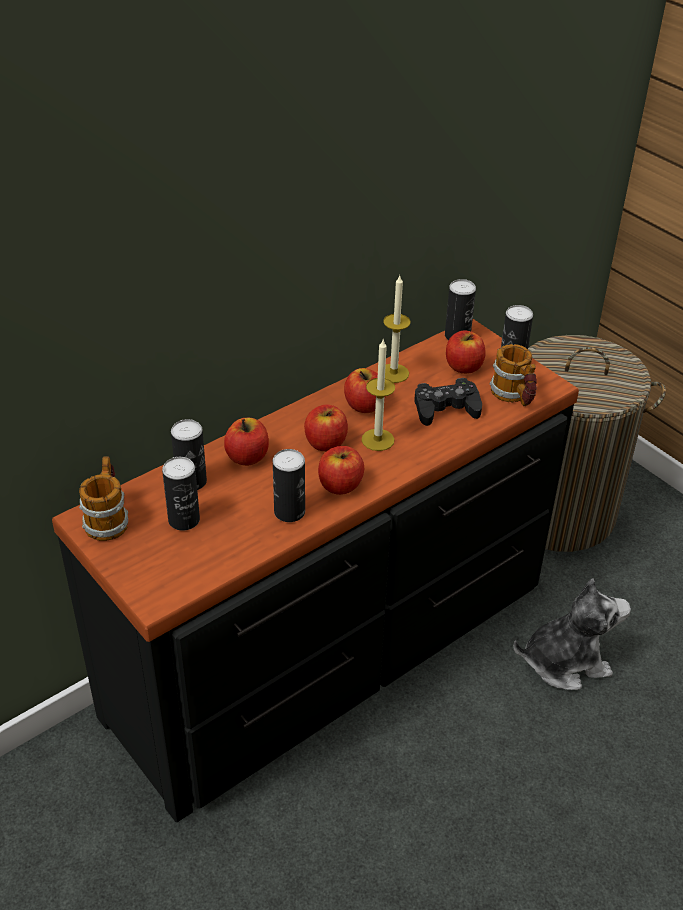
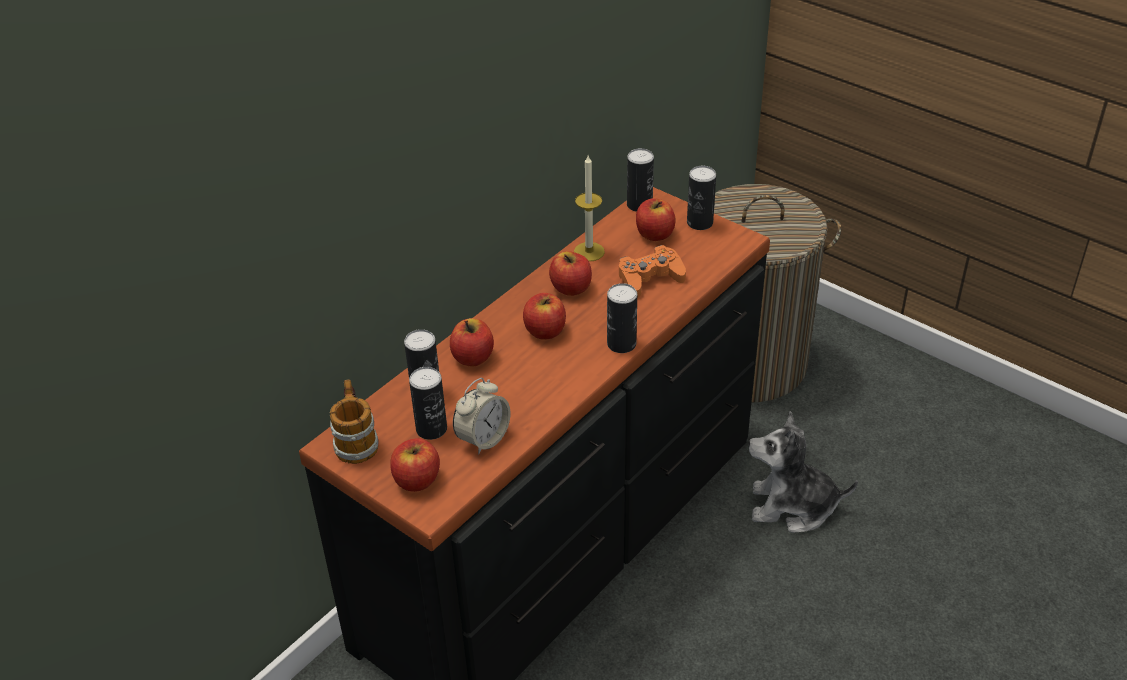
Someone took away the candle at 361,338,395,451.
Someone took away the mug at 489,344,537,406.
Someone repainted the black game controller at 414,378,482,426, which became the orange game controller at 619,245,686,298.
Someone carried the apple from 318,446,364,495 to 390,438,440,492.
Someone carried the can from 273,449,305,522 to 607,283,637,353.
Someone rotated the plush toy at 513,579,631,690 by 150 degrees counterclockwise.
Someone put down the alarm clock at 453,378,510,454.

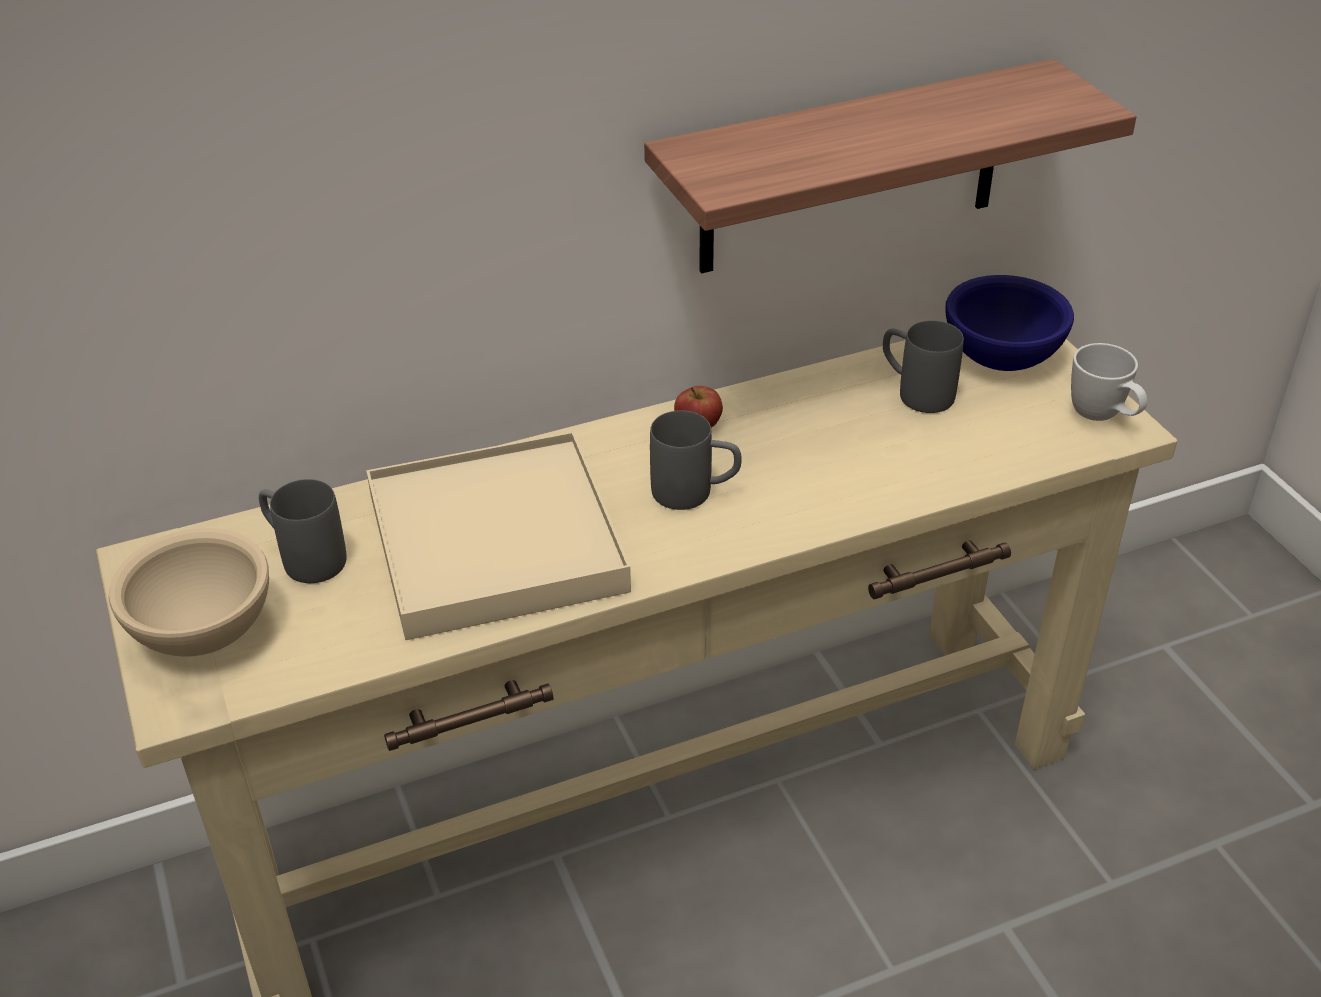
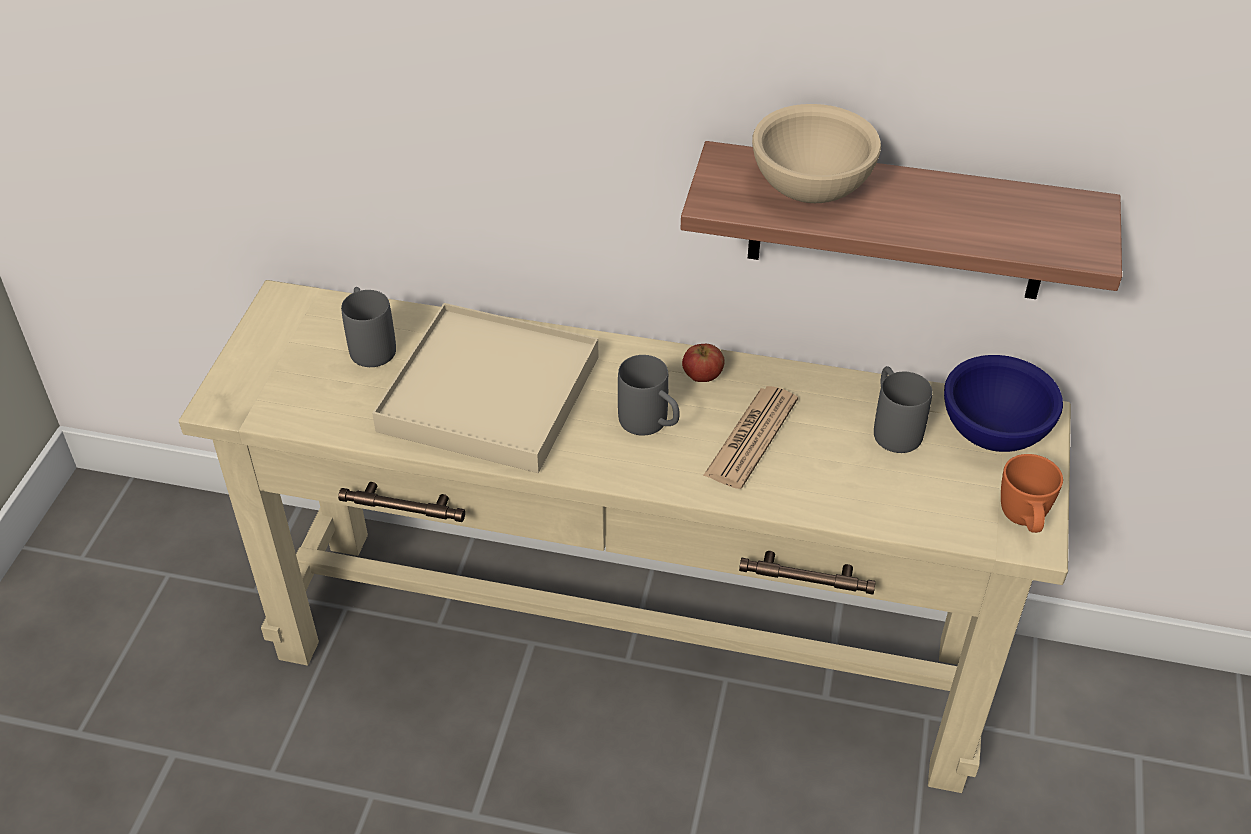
Someone repainted the white mug at 1071,343,1148,421, which became the orange mug at 1001,454,1063,533.
Someone carried the beige bowl from 109,528,269,657 to 752,104,881,203.
Someone put down the newspaper at 703,386,798,489.

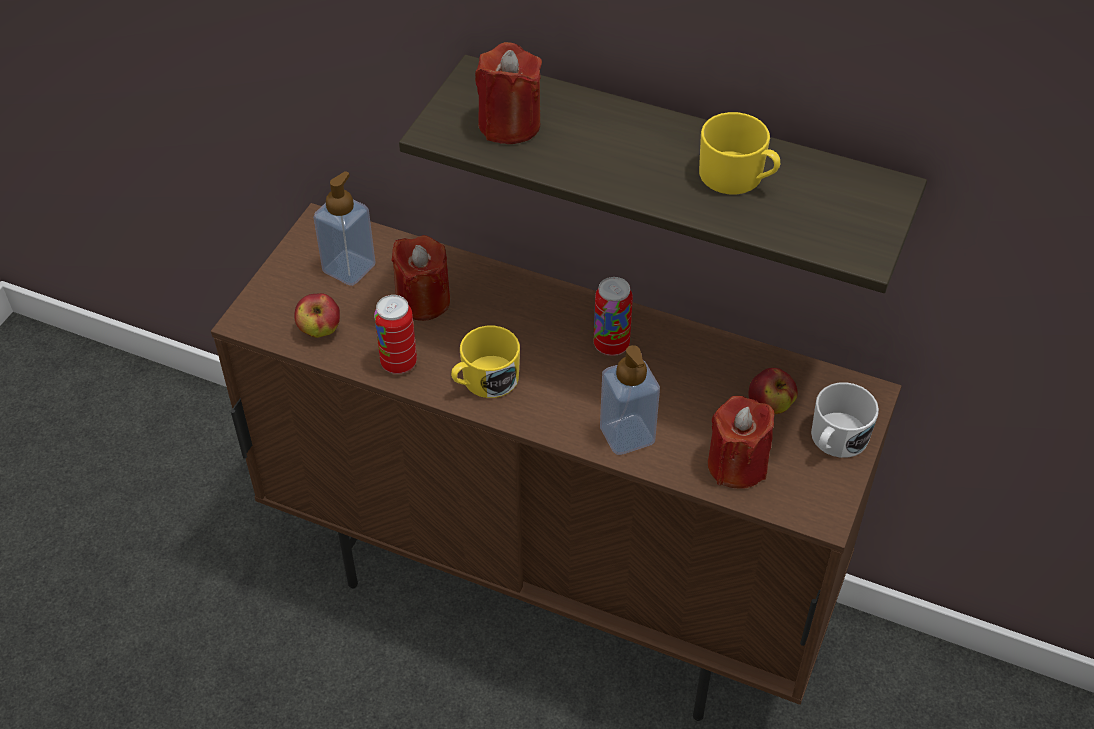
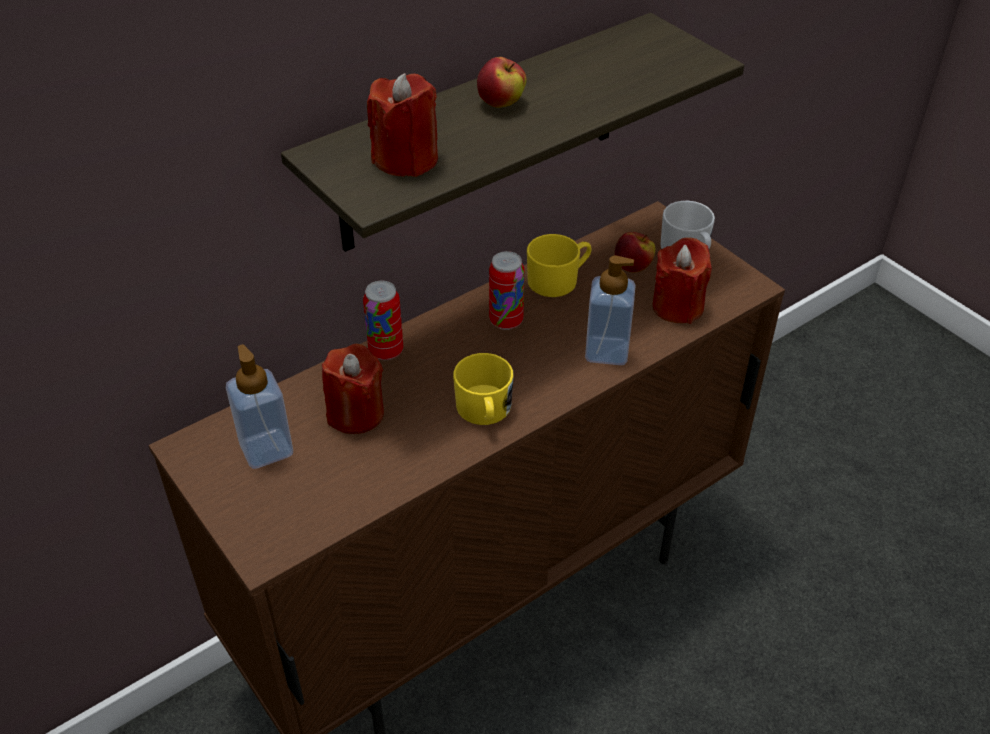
Someone carried the yellow mug from 699,112,780,195 to 527,234,592,297.
Someone carried the apple from 294,293,340,338 to 477,57,527,108.
Someone carried the can from 374,295,417,374 to 363,281,403,360.

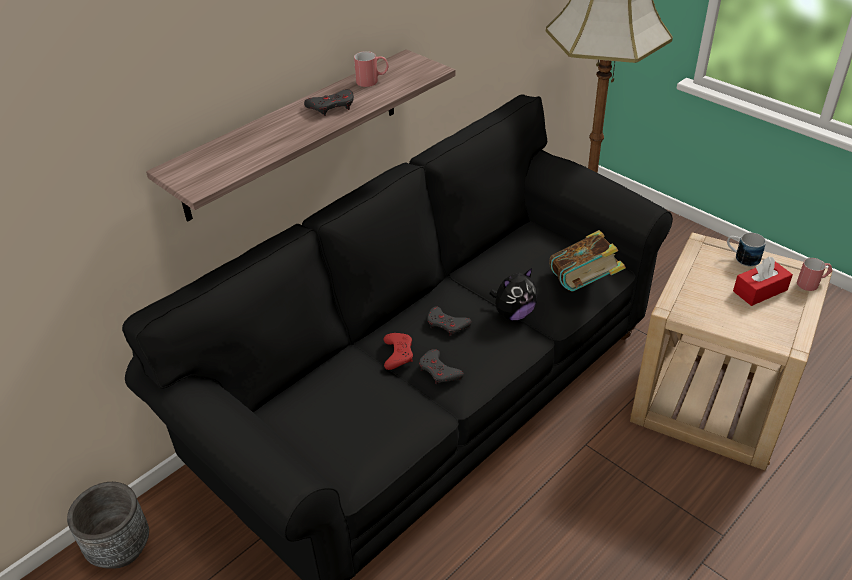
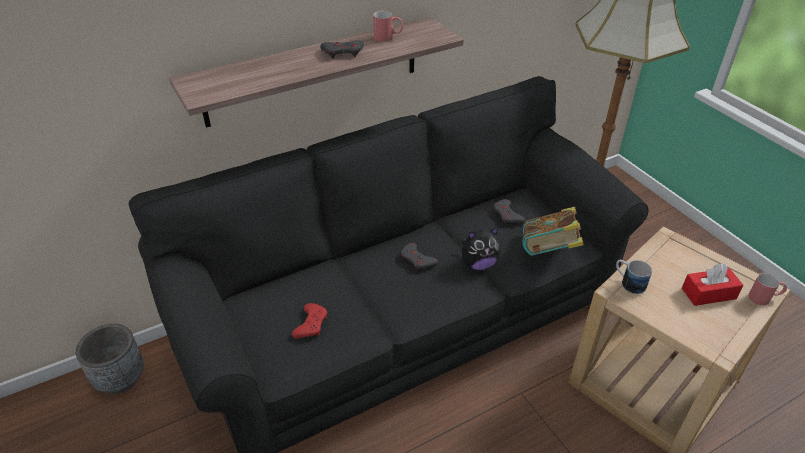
Someone carried the mug from 727,233,766,267 to 616,260,652,294.
Someone carried the red game controller from 384,333,413,370 to 291,303,327,338.
Someone carried the grey game controller from 419,349,464,385 to 493,199,526,224.

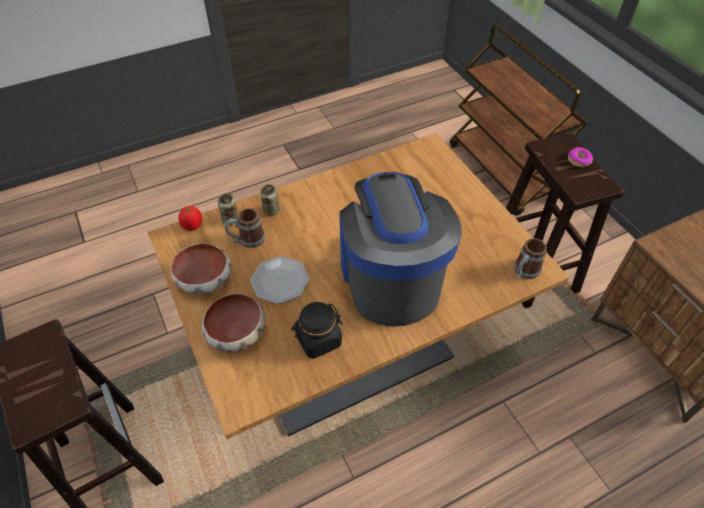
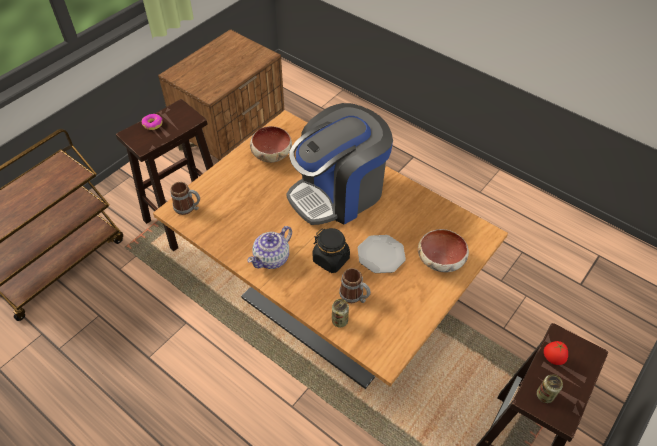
Someone carried the can from 260,185,280,216 to 537,374,563,403.
Someone carried the tomato from 178,206,202,231 to 544,341,568,365.
Someone carried the mug from 514,238,547,279 to 170,182,200,215.
Someone carried the bowl from 170,243,231,294 to 250,126,292,163.
Someone carried the black jar from 291,302,342,359 to 313,228,350,273.
Someone put down the teapot at 247,226,292,269.

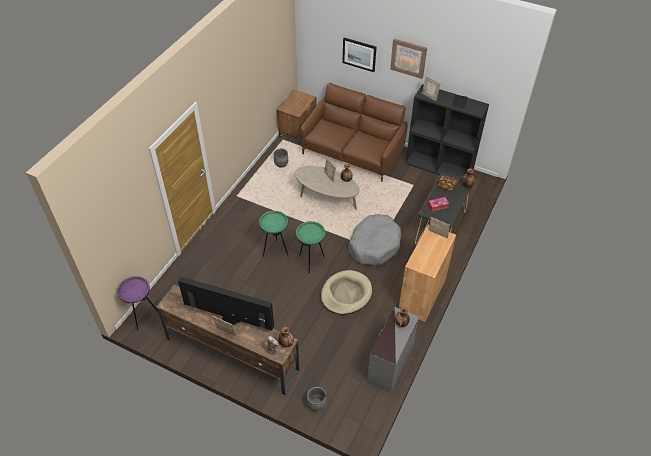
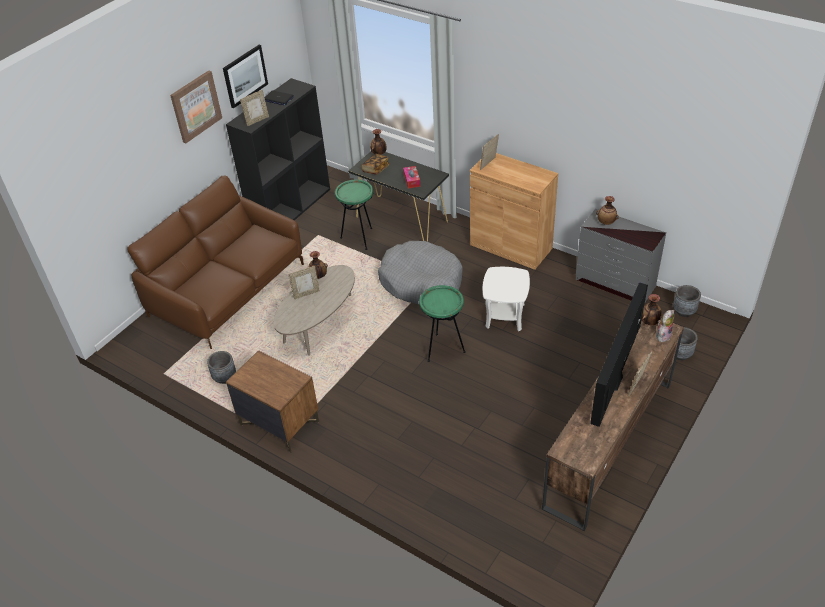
Someone carried the picture from 342,38,377,72 to 223,45,268,108.
Someone carried the brown nightstand from 277,90,317,145 to 226,350,319,453.
Someone carried the green side table from 259,211,289,257 to 335,180,373,250.
Someone swapped the beige dog bed at 321,270,372,315 for the white side table at 483,267,530,331.
Someone took away the purple side table at 117,276,159,331.
Someone put down the grey planter at 673,285,701,317.

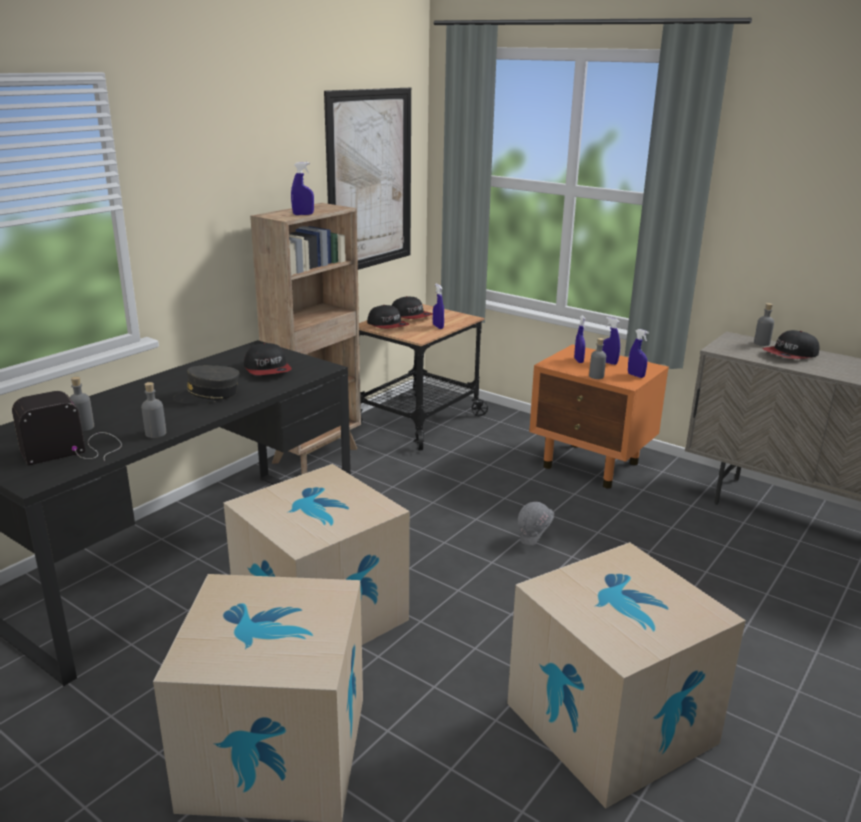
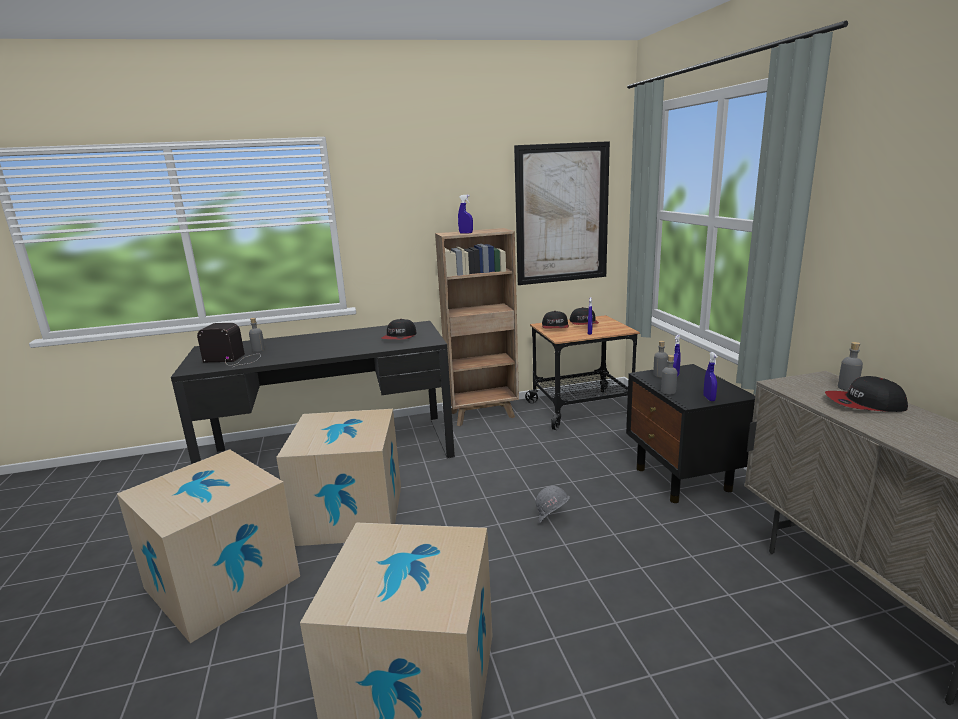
Someone took away the blue spray bottle at 602,317,620,365.
Someone repainted the orange nightstand at 529,344,669,489, which became the black nightstand at 626,364,755,503.
Someone took away the grey cap at 173,366,240,404.
Someone carried the grey bottle from 141,382,166,438 to 653,341,668,377.

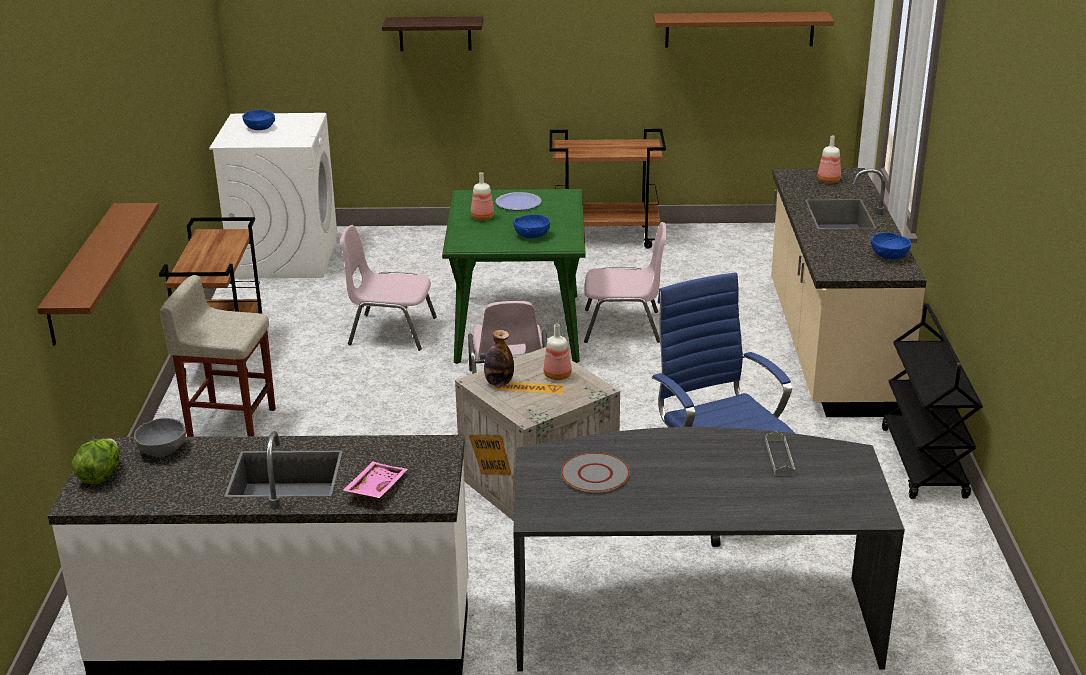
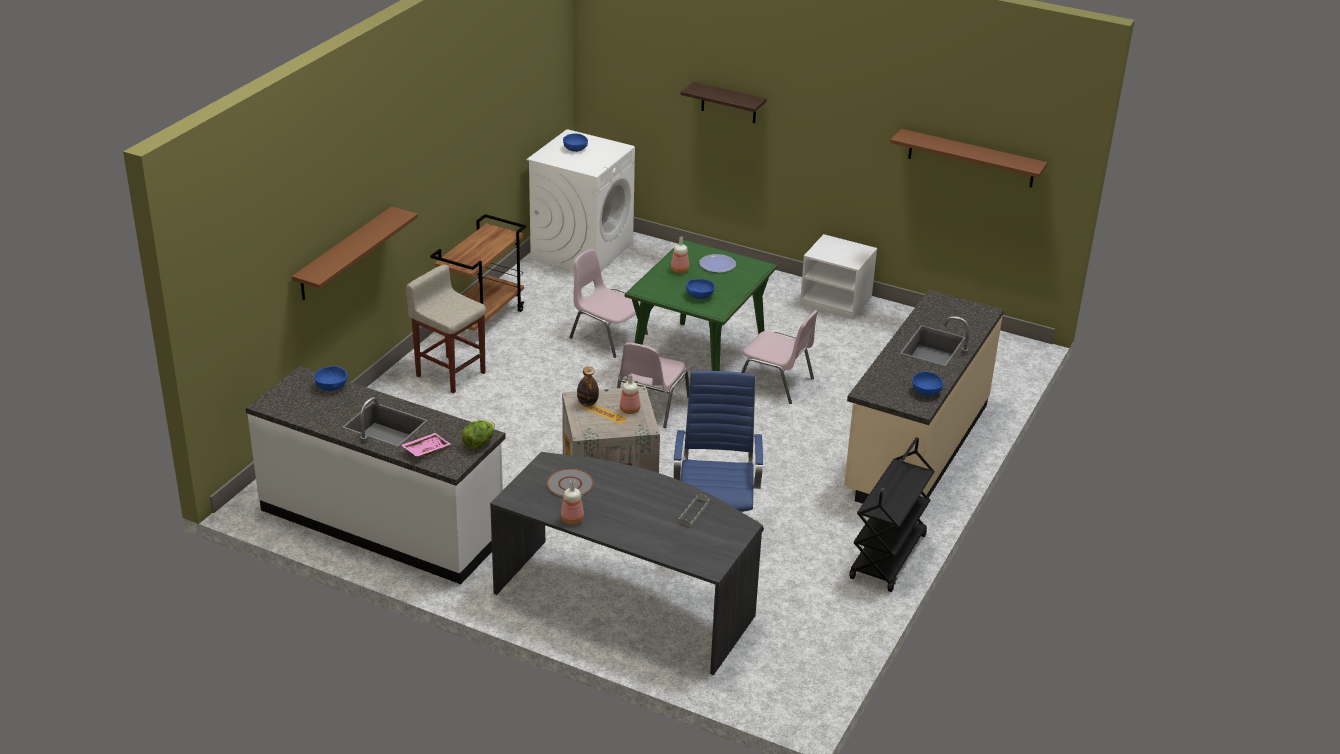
Someone swapped the brown cart at 550,129,666,249 for the white nightstand at 800,234,877,320.
Someone carried the bottle from 818,136,841,183 to 561,480,584,524.
Someone repainted the grey bowl at 134,418,186,457, which became the blue bowl at 314,366,348,391.
Someone carried the lettuce from 72,439,119,484 to 461,420,495,449.

